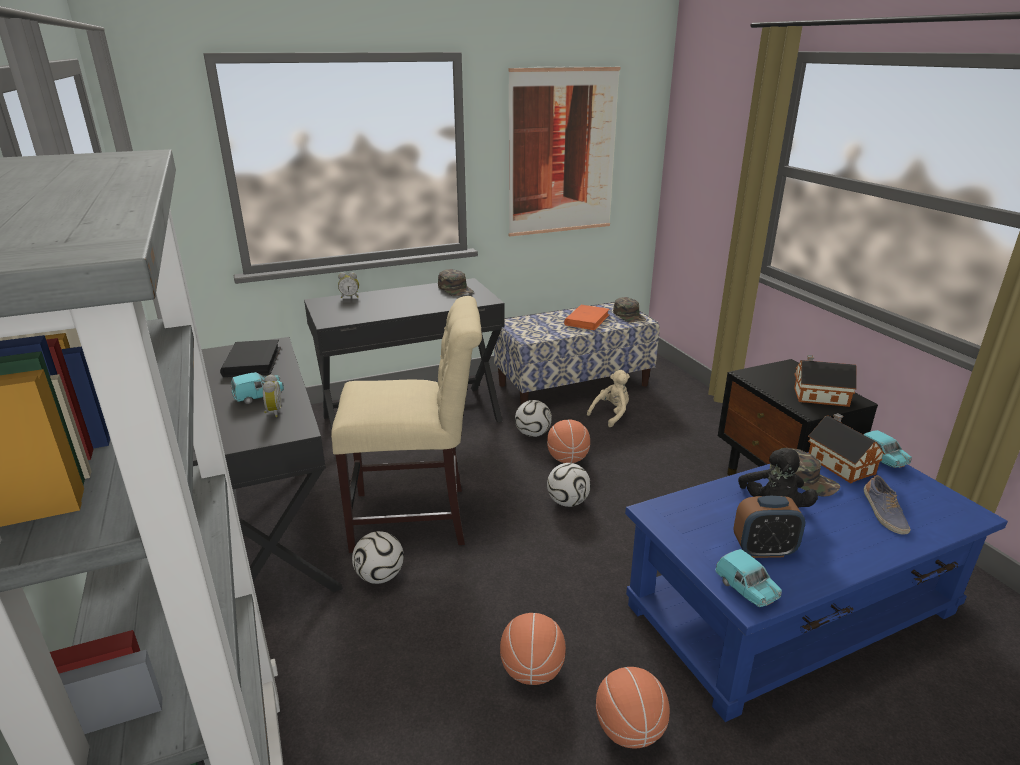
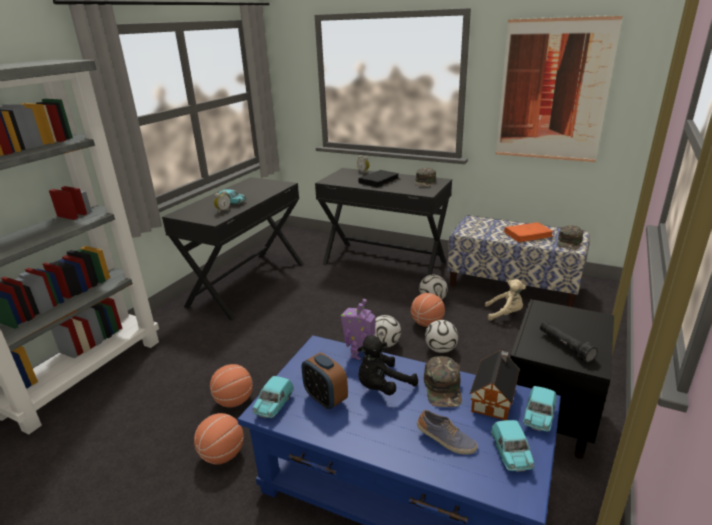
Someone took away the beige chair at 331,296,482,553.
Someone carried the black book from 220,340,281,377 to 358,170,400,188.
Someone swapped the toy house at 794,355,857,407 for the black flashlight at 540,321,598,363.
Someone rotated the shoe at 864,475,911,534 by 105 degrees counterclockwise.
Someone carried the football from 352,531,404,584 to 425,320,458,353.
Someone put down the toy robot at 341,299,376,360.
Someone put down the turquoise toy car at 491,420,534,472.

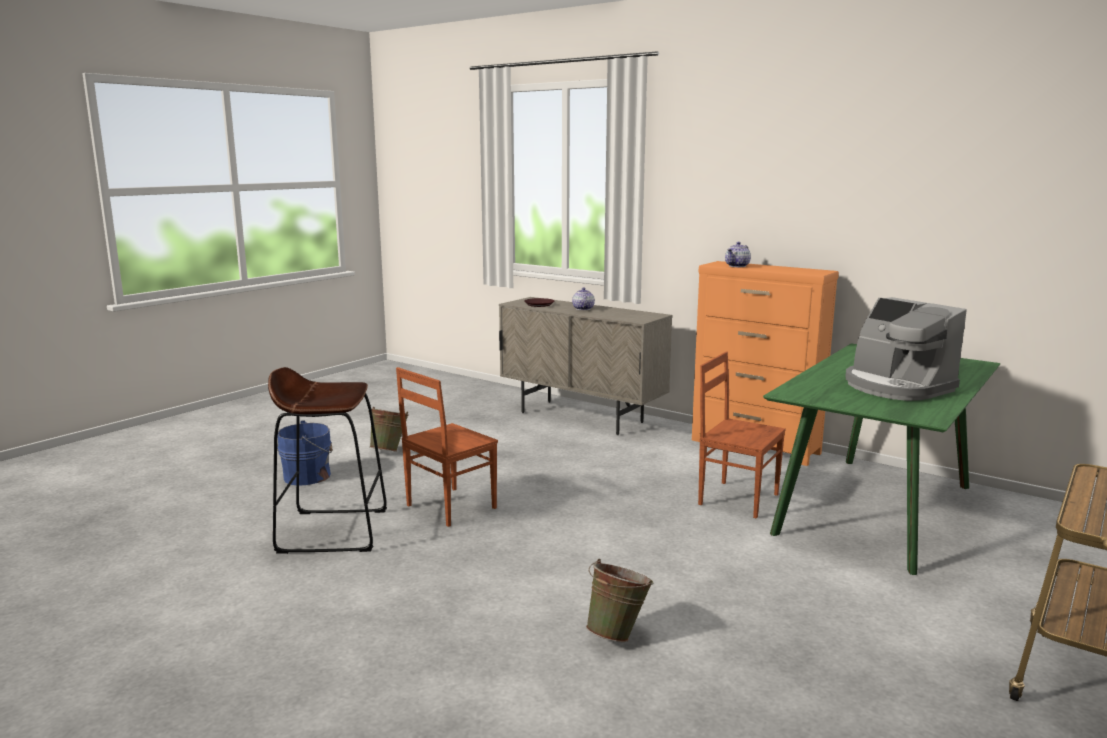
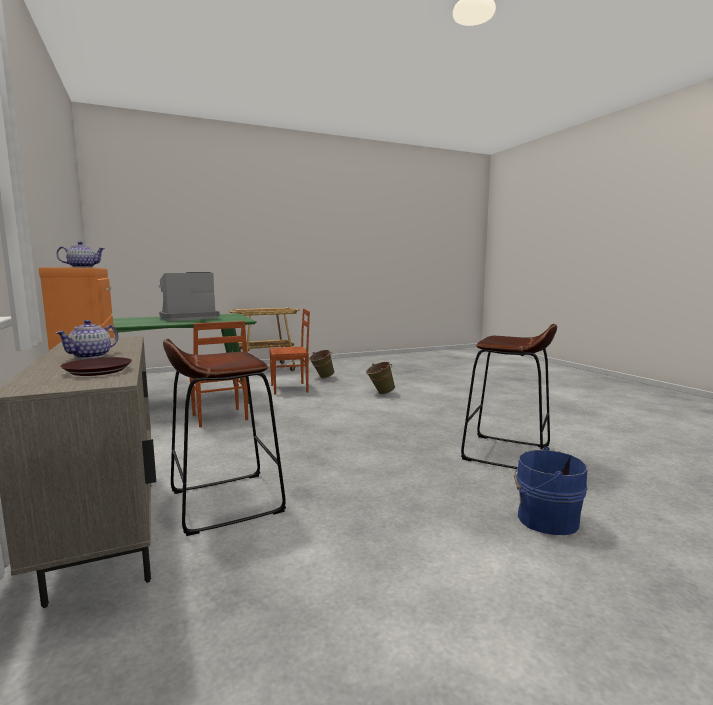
Someone rotated the coffee machine at 846,297,967,401 by 120 degrees counterclockwise.
Someone carried the brown chair from 396,367,498,527 to 269,309,310,395.
Someone carried the green bucket from 368,407,409,452 to 309,350,335,378.
Someone put down the brown stool at 163,339,286,536.

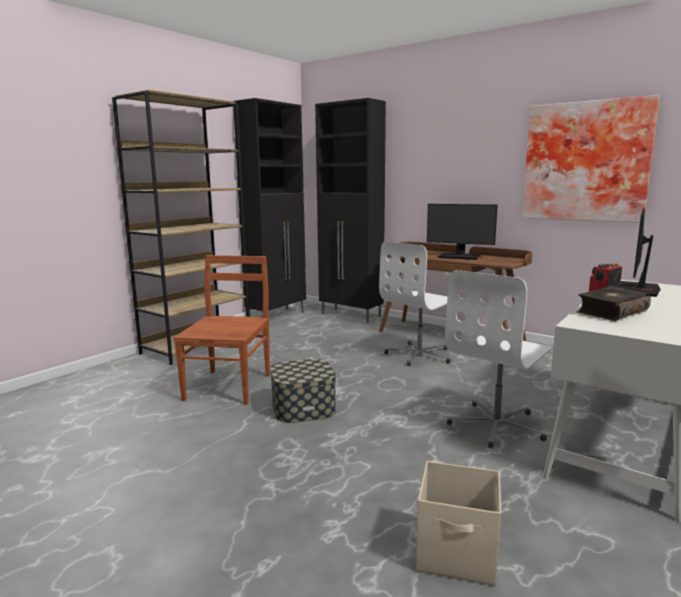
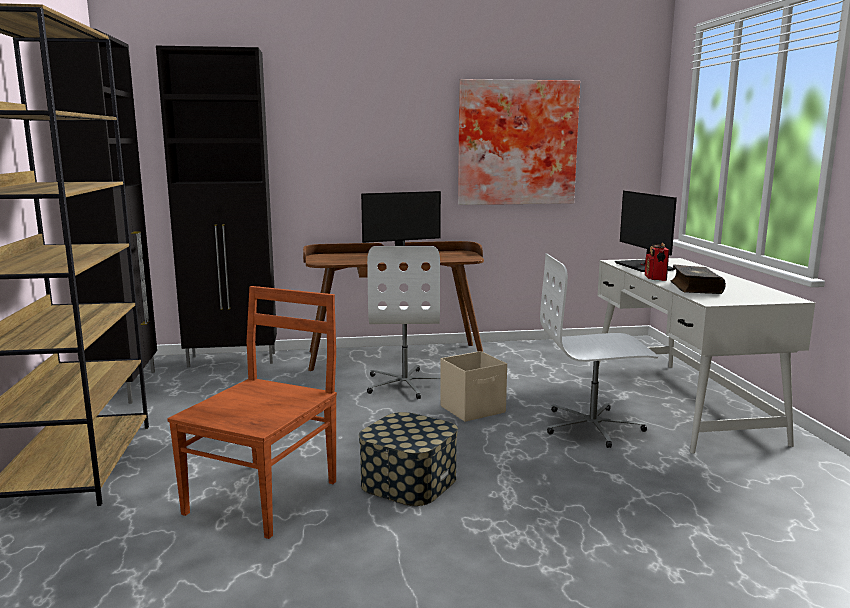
Someone rotated the brown chair at 173,255,270,405 by 60 degrees clockwise.
Someone rotated the white office chair at 445,270,553,448 by 90 degrees clockwise.
Someone carried the beige storage box from 416,461,501,586 to 440,351,507,422.

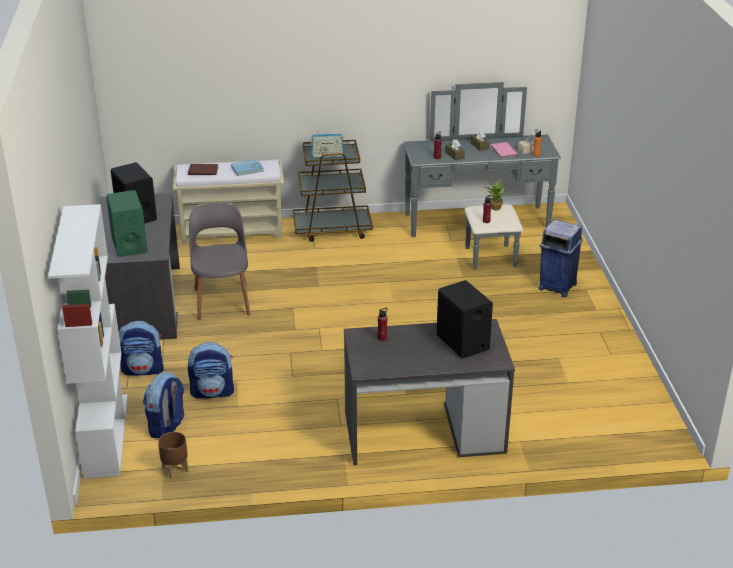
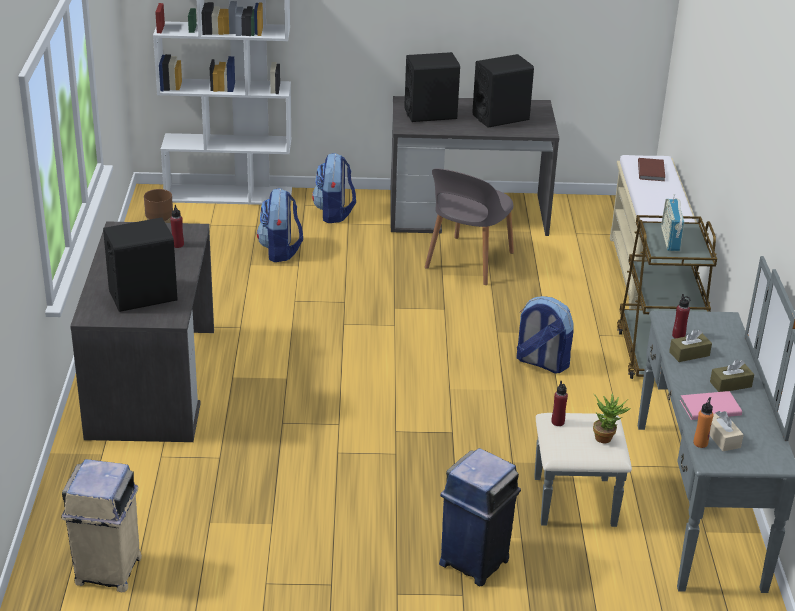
Someone took away the blue book at 231,159,264,176.
Someone repainted the green speaker at 106,190,148,257, which became the black speaker at 404,52,460,122.
Someone rotated the grey chair at 189,203,251,320 by 120 degrees clockwise.
Someone carried the backpack from 143,372,184,438 to 516,296,573,373.
Someone put down the beige trash can at 61,459,142,592.

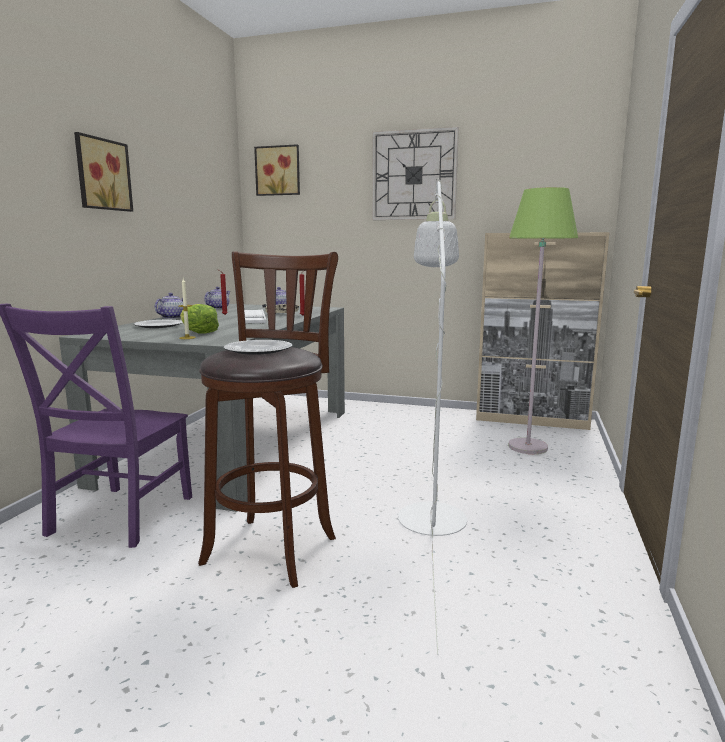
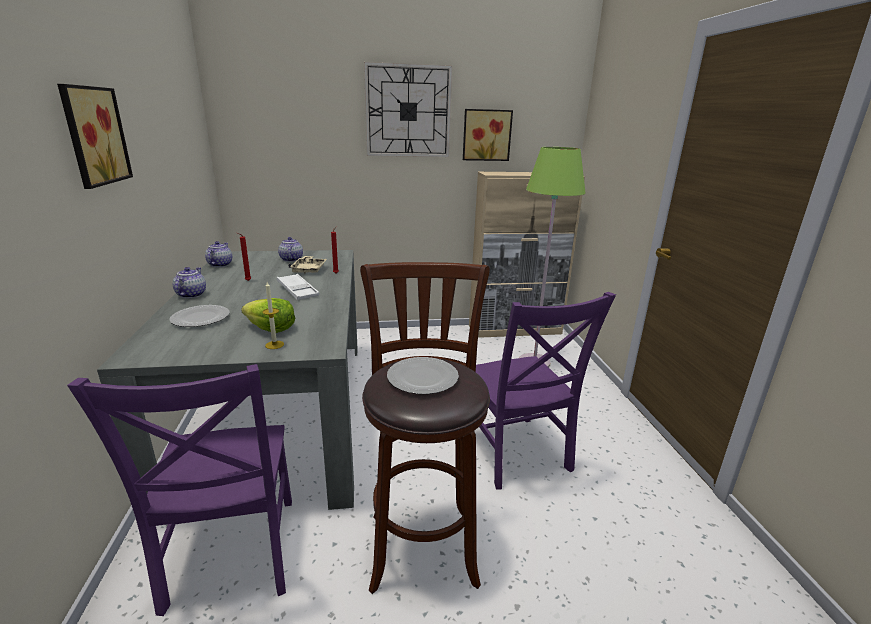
Someone carried the picture from 254,144,300,196 to 463,109,513,161.
Someone swapped the white floor lamp at 398,178,467,655 for the purple chair at 476,292,616,490.

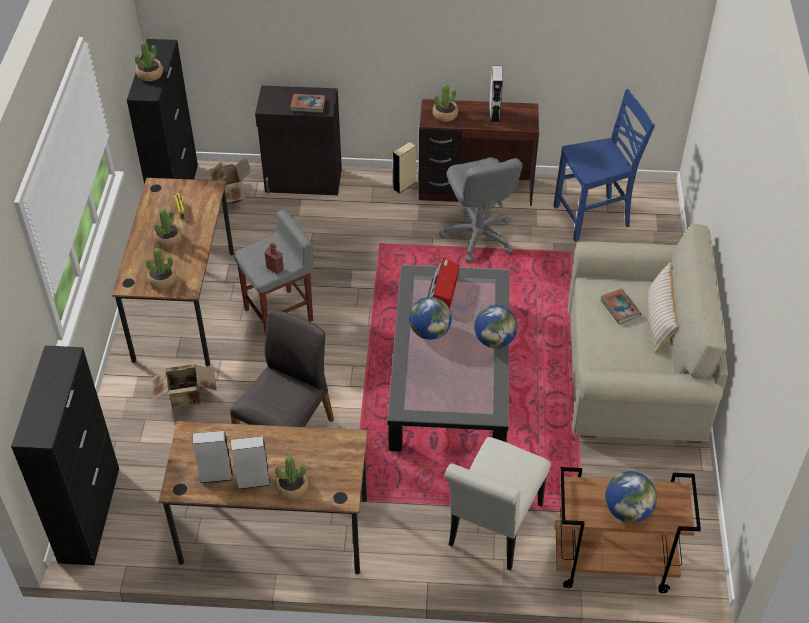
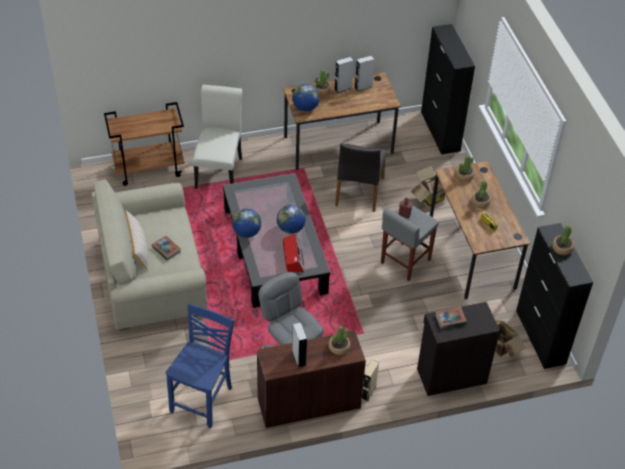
Someone rotated the blue chair at 554,89,655,242 by 150 degrees clockwise.
Someone carried the globe from 605,471,657,523 to 292,84,320,111.

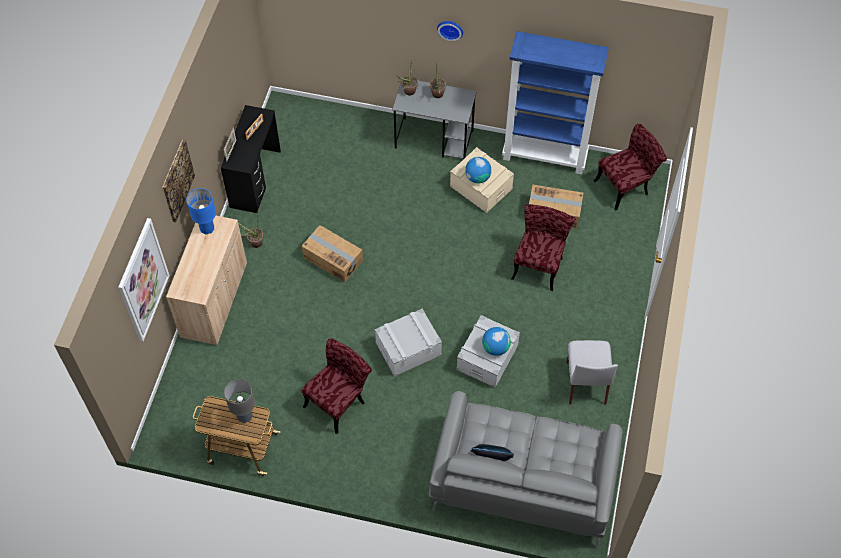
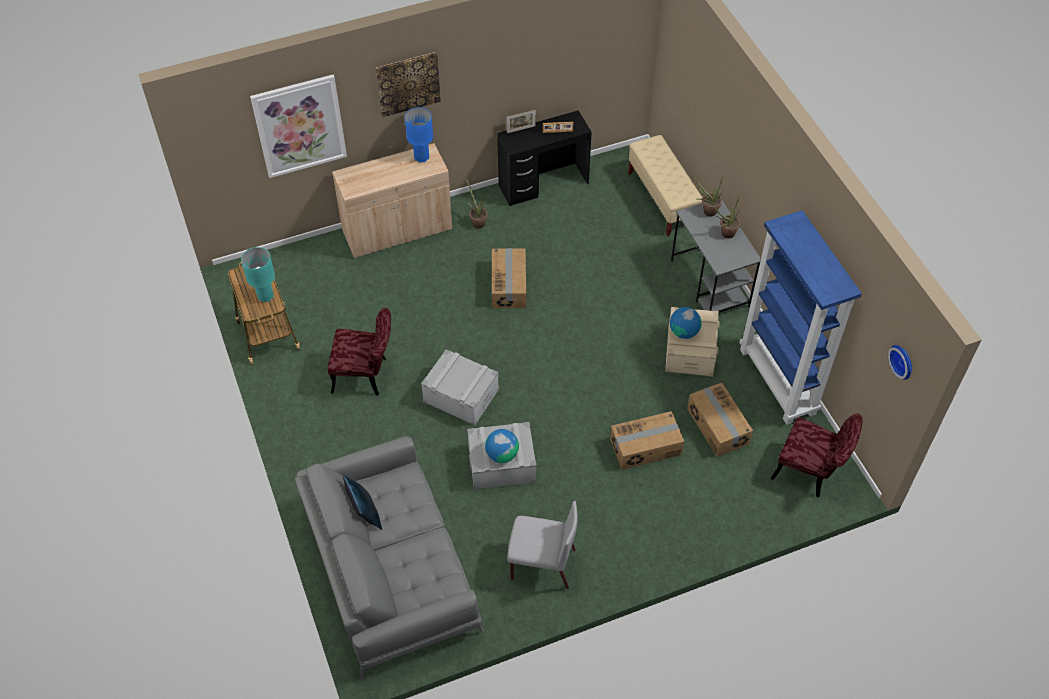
Someone carried the wall clock from 437,21,463,41 to 888,345,912,380.
Someone swapped the red chair at 511,204,576,291 for the cardboard box at 610,411,684,470.
Someone rotated the grey chair at 567,340,618,405 by 135 degrees counterclockwise.
Someone repainted the grey table lamp at 224,379,255,423, which became the turquoise table lamp at 241,247,275,302.
Someone put down the beige bench at 628,135,703,236.

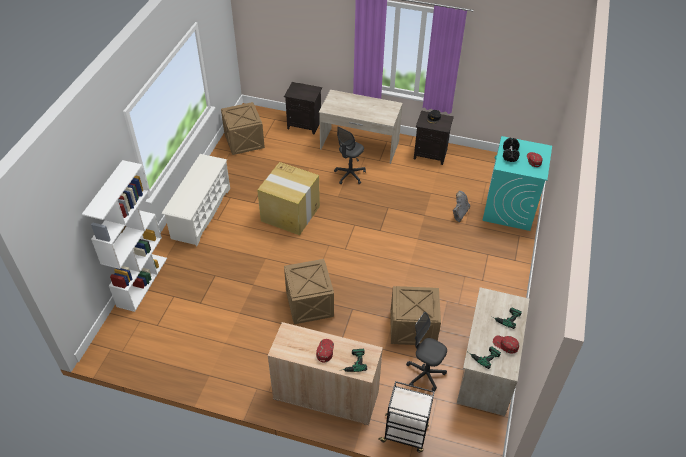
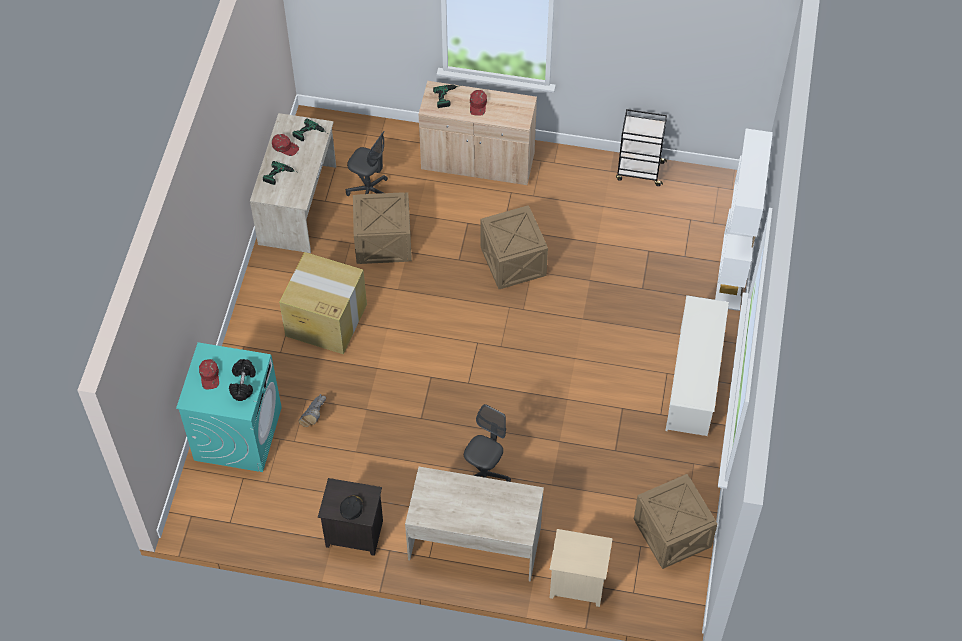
Someone repainted the black nightstand at 284,82,322,134, which became the beige nightstand at 550,529,613,607.
Someone carried the cardboard box from 257,162,320,235 to 279,252,367,354.
Someone carried the black cart from 378,381,435,452 to 616,109,667,186.

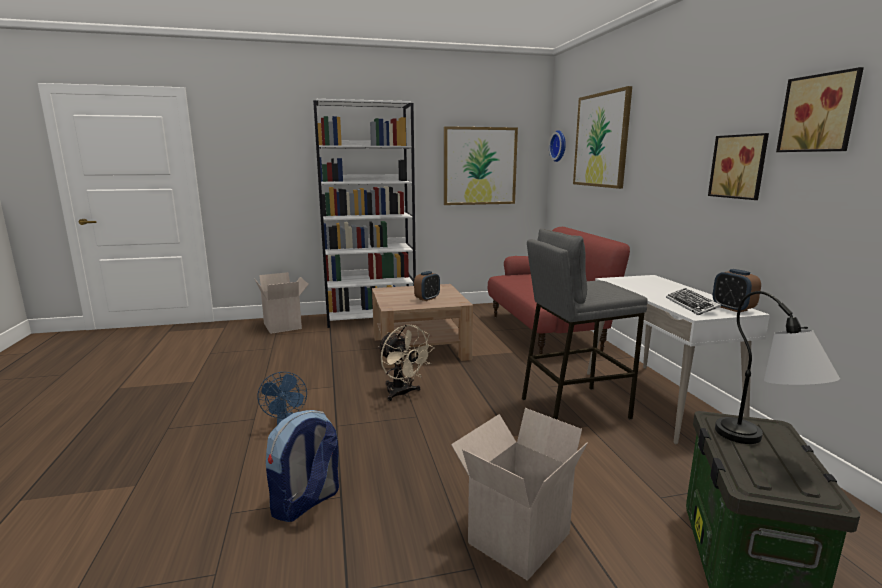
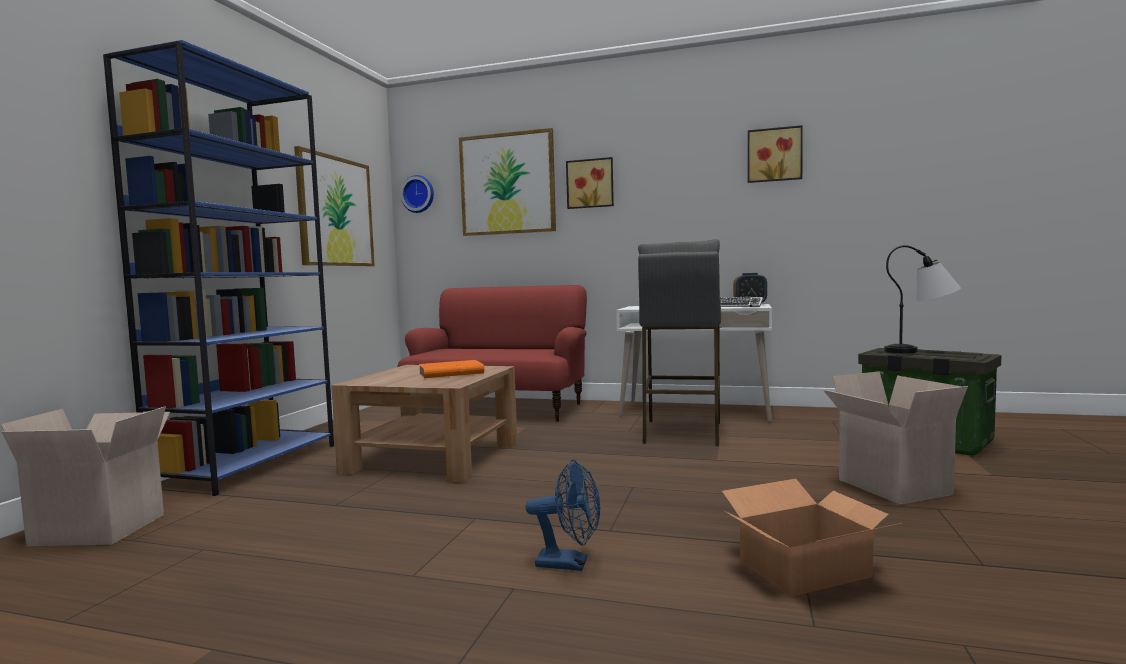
Someone repainted the white bookcase at 313,99,416,328, which became the blue bookcase at 103,40,334,496.
Someone carried the picture from 708,133,769,200 to 566,157,614,209.
Someone swapped the alarm clock at 414,271,440,301 for the orange book at 419,360,484,378.
Someone took away the beige fan at 378,324,435,401.
Someone swapped the backpack at 266,410,339,522 for the cardboard box at 722,479,901,597.

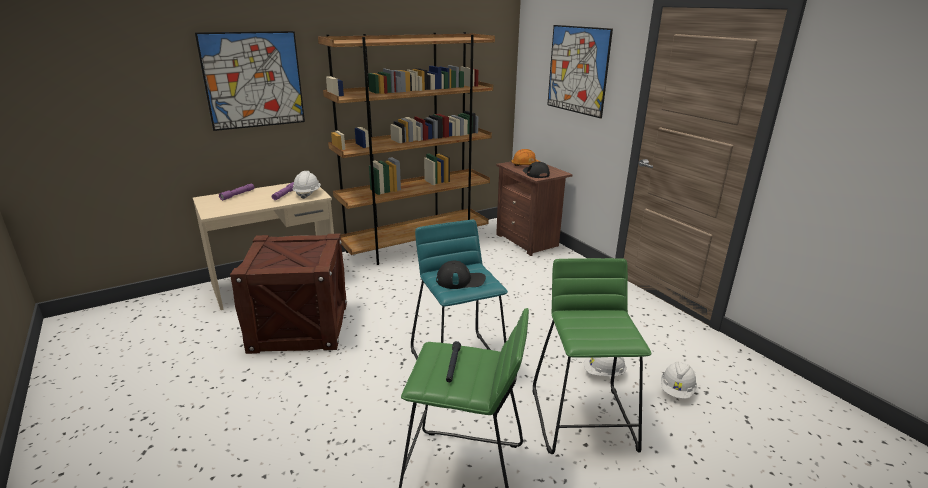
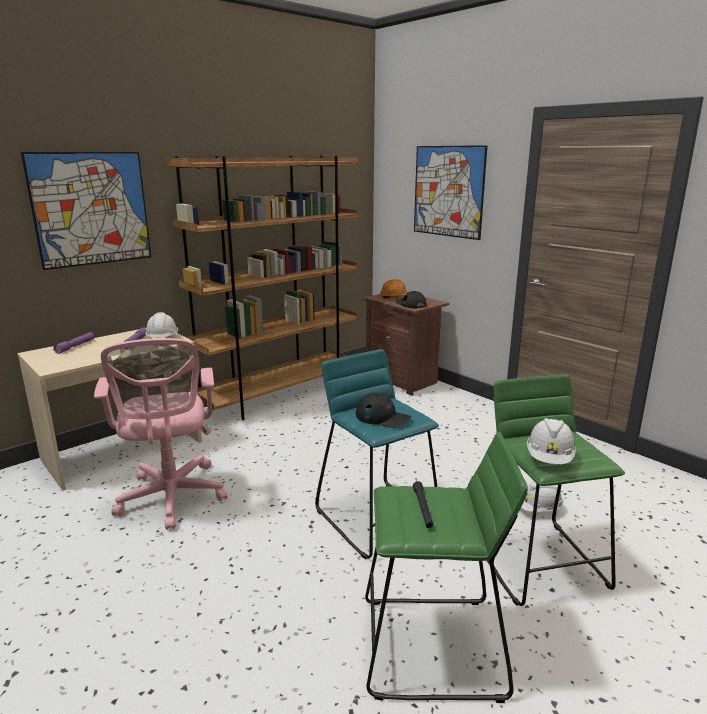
Someone swapped the crate at 230,234,347,354 for the pink office chair at 94,338,227,530.
Someone rotated the black cap at 436,261,486,289 by 45 degrees clockwise.
Someone carried the white hard hat from 661,361,697,399 to 527,418,576,464.

